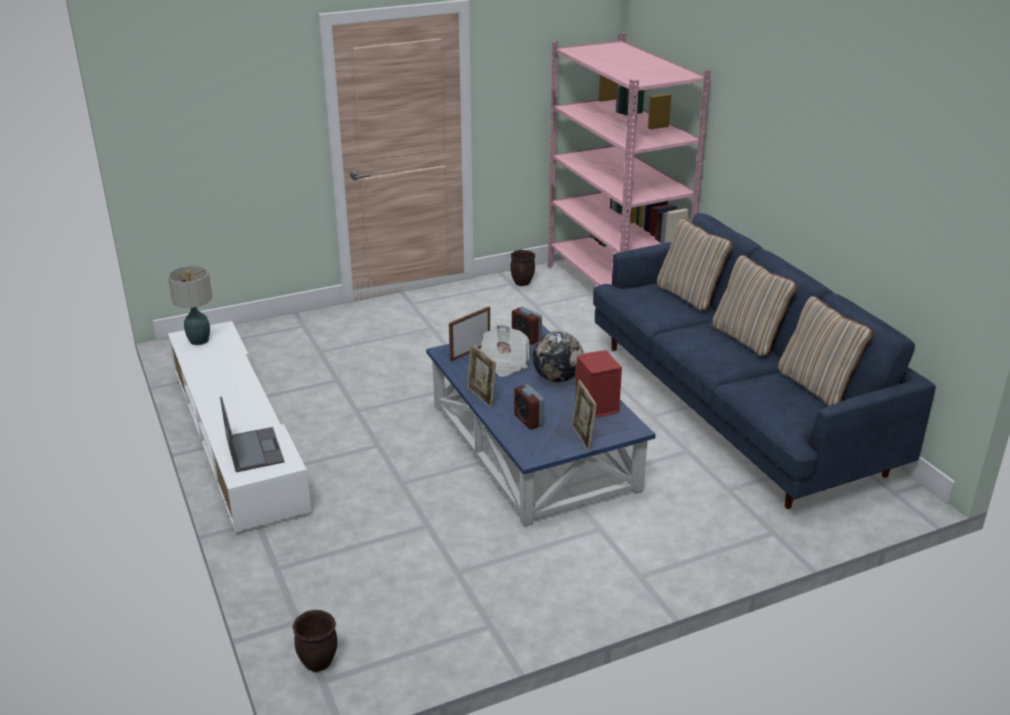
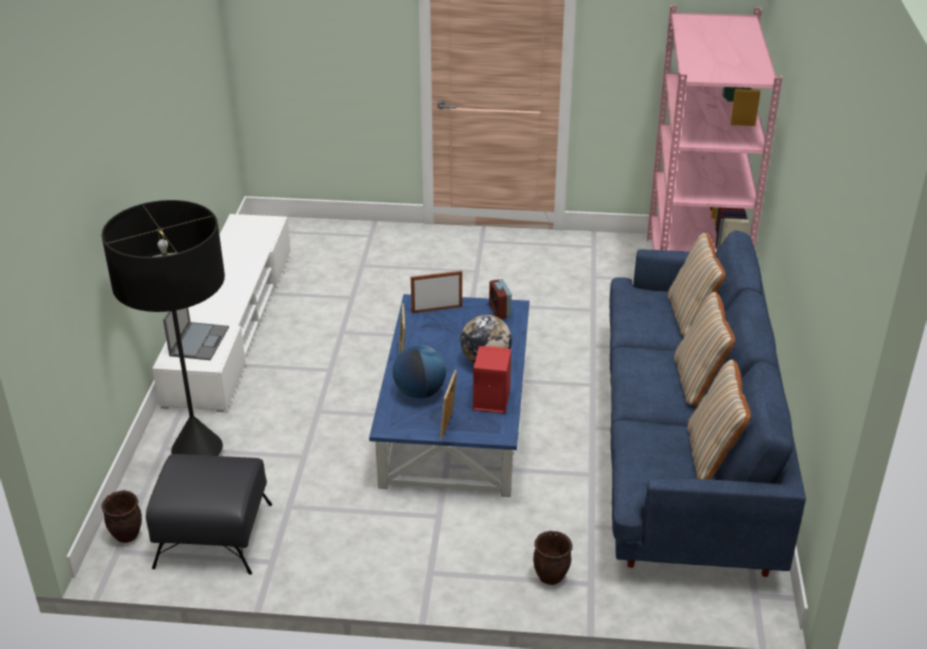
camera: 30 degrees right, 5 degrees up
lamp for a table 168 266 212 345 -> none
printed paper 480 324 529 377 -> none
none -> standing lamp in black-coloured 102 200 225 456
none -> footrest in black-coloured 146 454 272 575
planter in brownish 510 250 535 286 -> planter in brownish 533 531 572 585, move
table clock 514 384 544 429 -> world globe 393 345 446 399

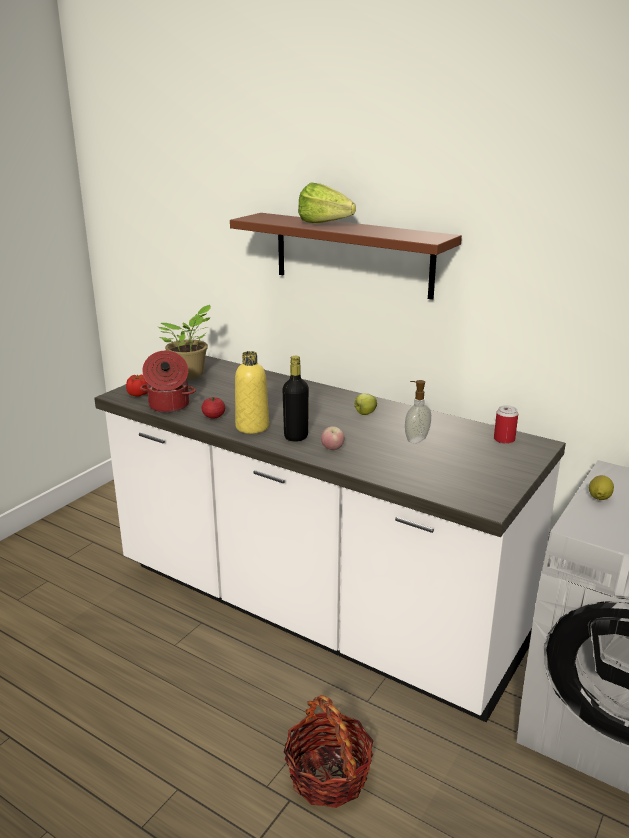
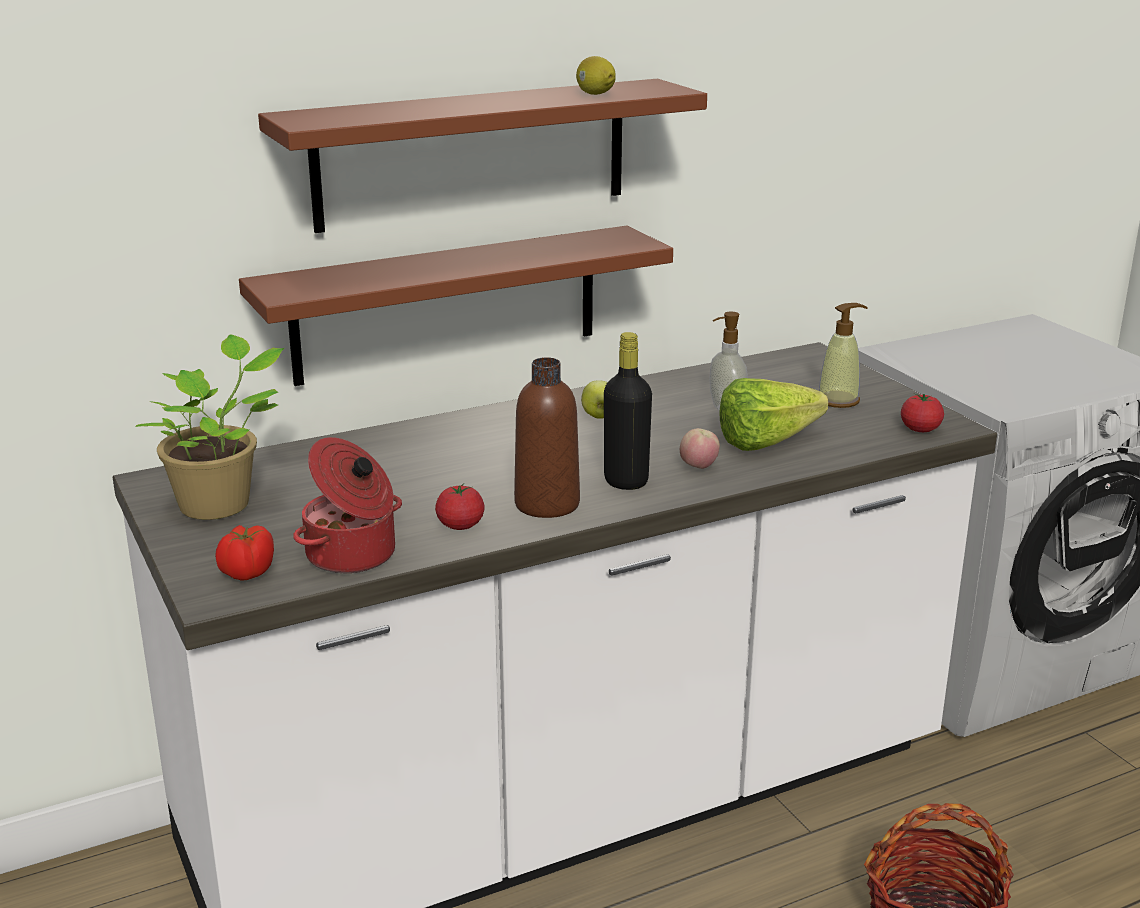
camera: 60 degrees left, 0 degrees up
can 494 405 518 444 -> none
none -> wall shelf in brownish 239 226 673 386
none -> soap bottle 819 303 868 408
none -> fresh tomato 901 394 944 432
lettuce 298 182 356 223 -> lettuce 719 378 828 451, move
whole lemon 589 475 614 500 -> whole lemon 576 56 616 95, move
beverage bottle in yellow-coloured 235 351 269 434 -> beverage bottle in brownish 514 357 580 518

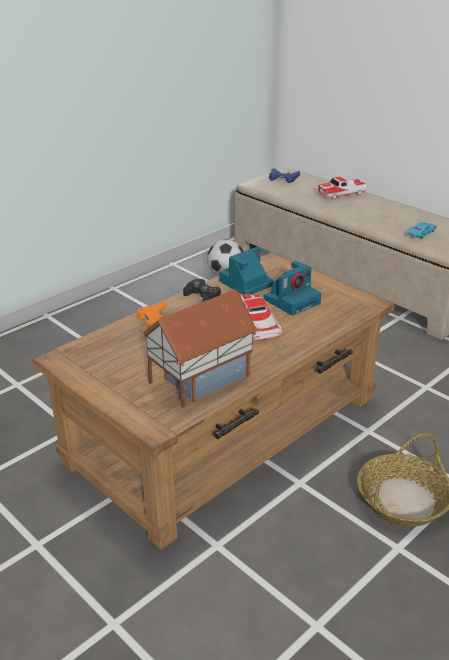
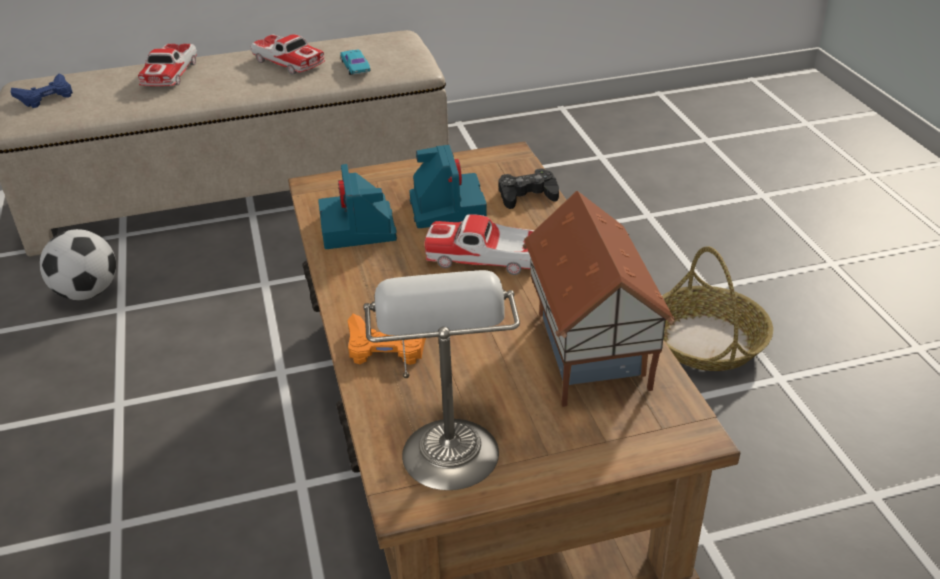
camera: 60 degrees left, 5 degrees up
none -> toy car 251 34 326 75
none -> lamp for a table in white-coloured 363 270 520 490
game controller in black-coloured 183 279 221 302 -> game controller in black-coloured 499 168 559 209, move

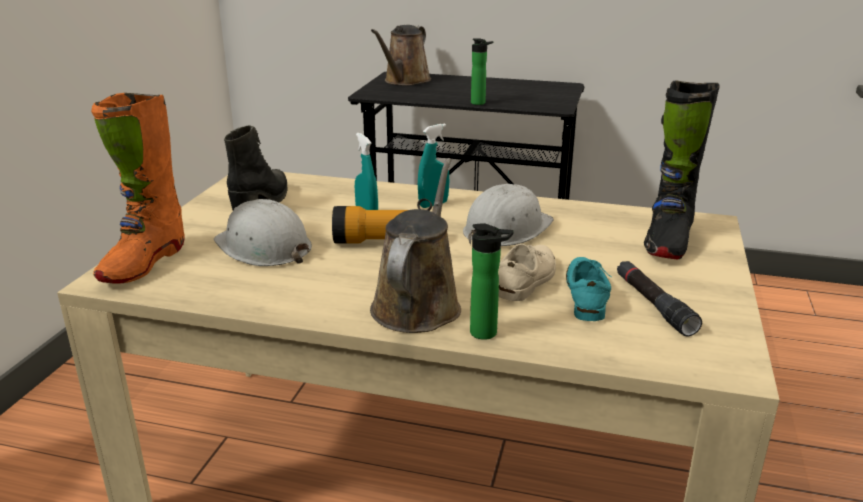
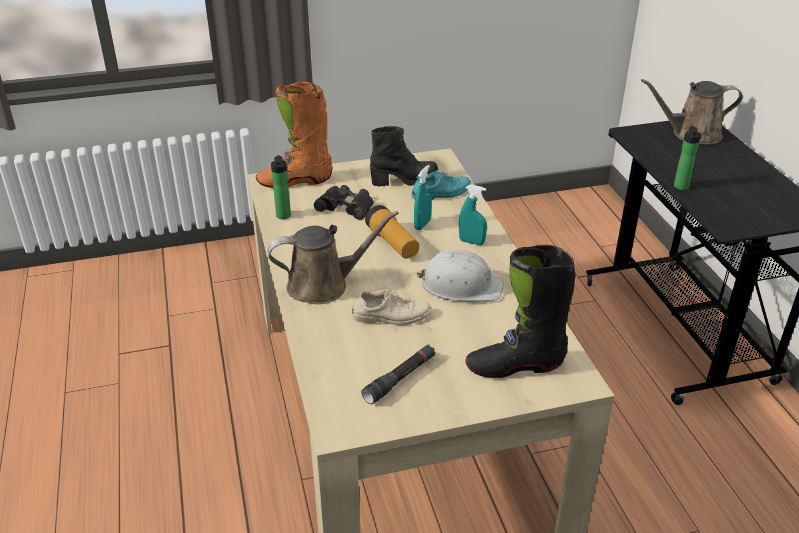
camera: 60 degrees right, 10 degrees up
beverage bottle 470 223 514 340 -> beverage bottle 271 155 291 219, move
low shoe in turquoise 566 257 611 321 -> low shoe in turquoise 411 170 471 200, move
work helmet in white-coloured 214 199 312 266 -> pair of binoculars in black-coloured 314 185 374 220

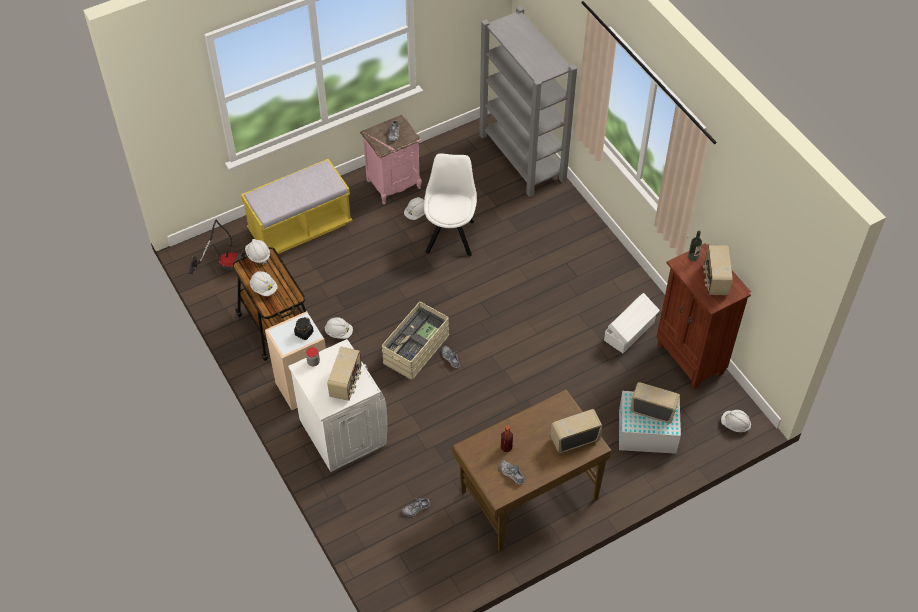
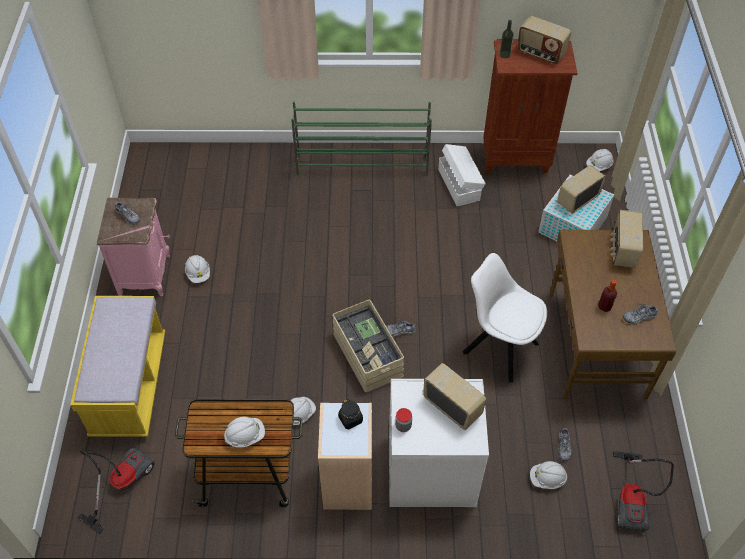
camera: 60 degrees left, 0 degrees up
shelving unit in gray 479 6 577 197 -> none
none -> shoe stand in green-coloured 291 101 432 176
none -> vacuum 613 451 674 532
work helmet in white-coloured 245 239 270 265 -> work helmet in white-coloured 530 461 567 489, move
plain chair in white-coloured 424 153 477 257 -> plain chair in white-coloured 463 253 547 383, move

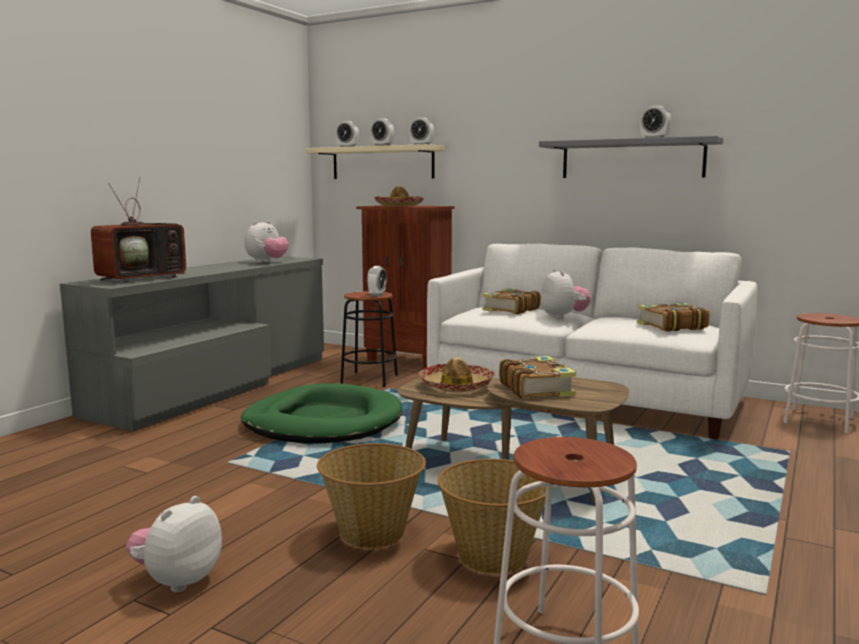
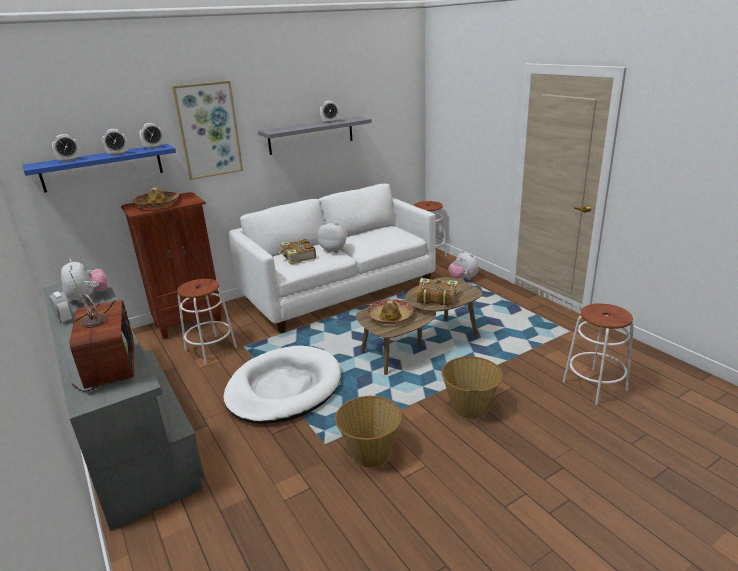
camera: 60 degrees left, 15 degrees up
volume 637 303 710 332 -> none
none -> wall art 172 80 243 180
soft toy 126 496 222 592 -> soft toy 449 250 479 280, move
table clock 367 266 387 296 -> table clock 49 291 72 323, move
household basket 438 459 554 574 -> household basket 335 396 402 468, move
dog cushion in green-coloured 241 383 402 444 -> dog cushion in white-coloured 223 346 341 424
wall shelf in beige 305 144 445 179 -> wall shelf in blue 22 144 176 193
stool seat in black-coloured 340 291 398 387 -> stool seat in white-coloured 177 279 237 364

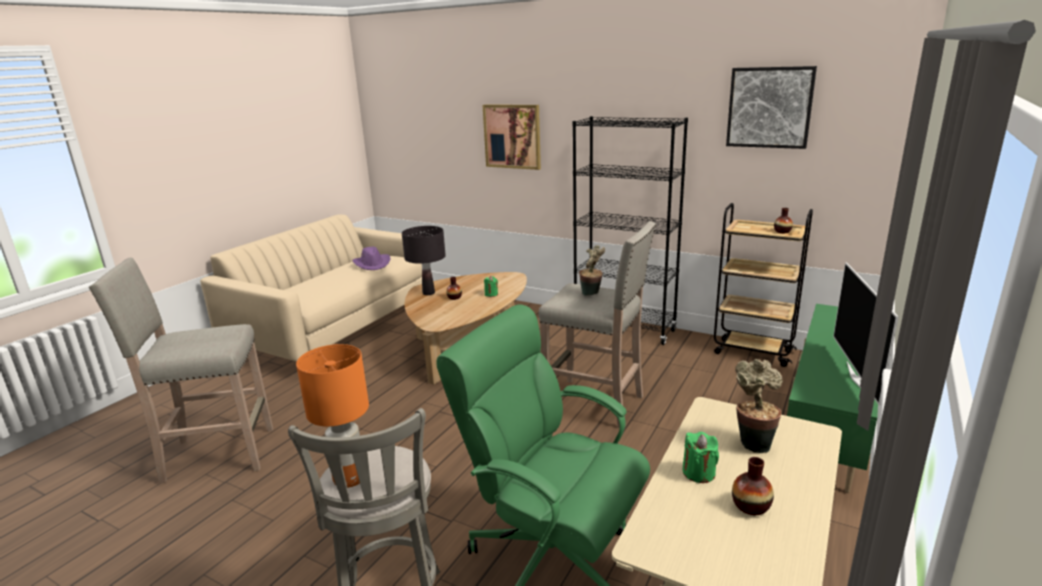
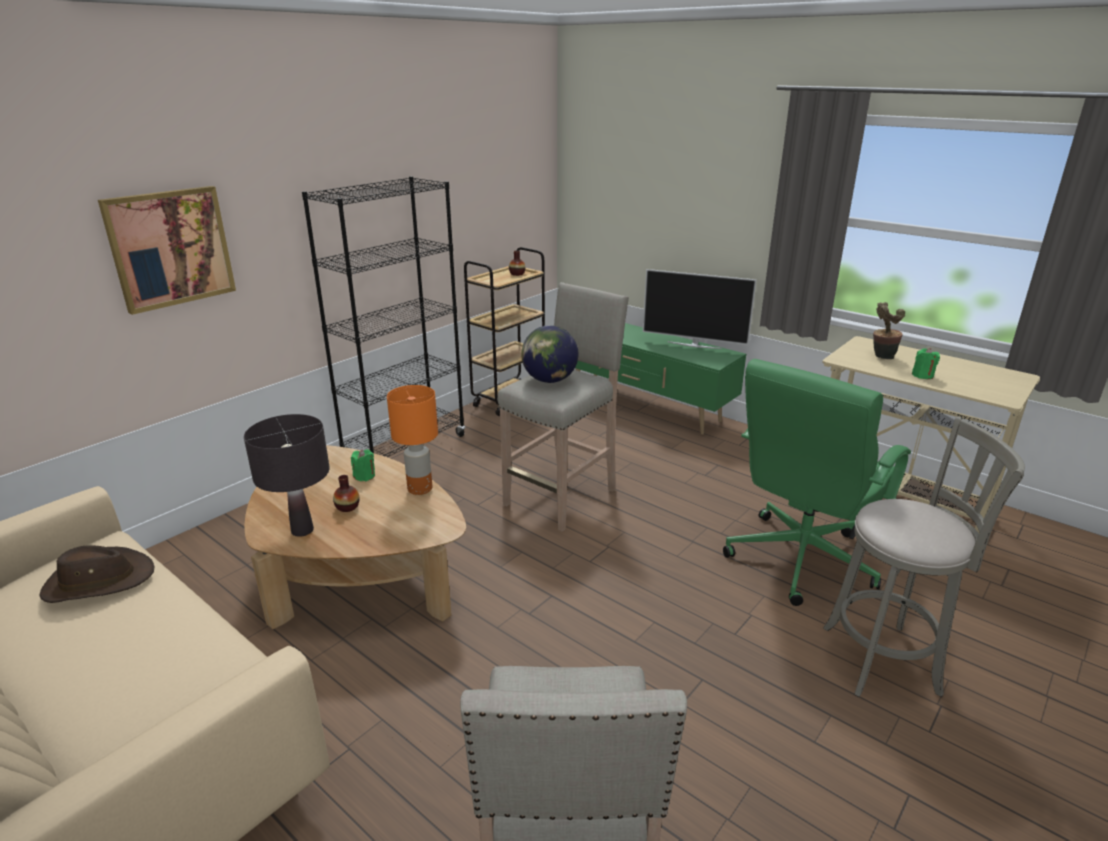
camera: 80 degrees left, 5 degrees up
wall art 726 66 817 149 -> none
vase 732 457 774 515 -> none
lamp for a table in orange-coloured 296 344 369 488 -> lamp for a table in orange-coloured 387 385 438 495, move
potted plant 579 245 605 296 -> world globe 521 325 578 383
clothing hat in purple-coloured 353 247 390 270 -> clothing hat in brownish 39 545 154 603

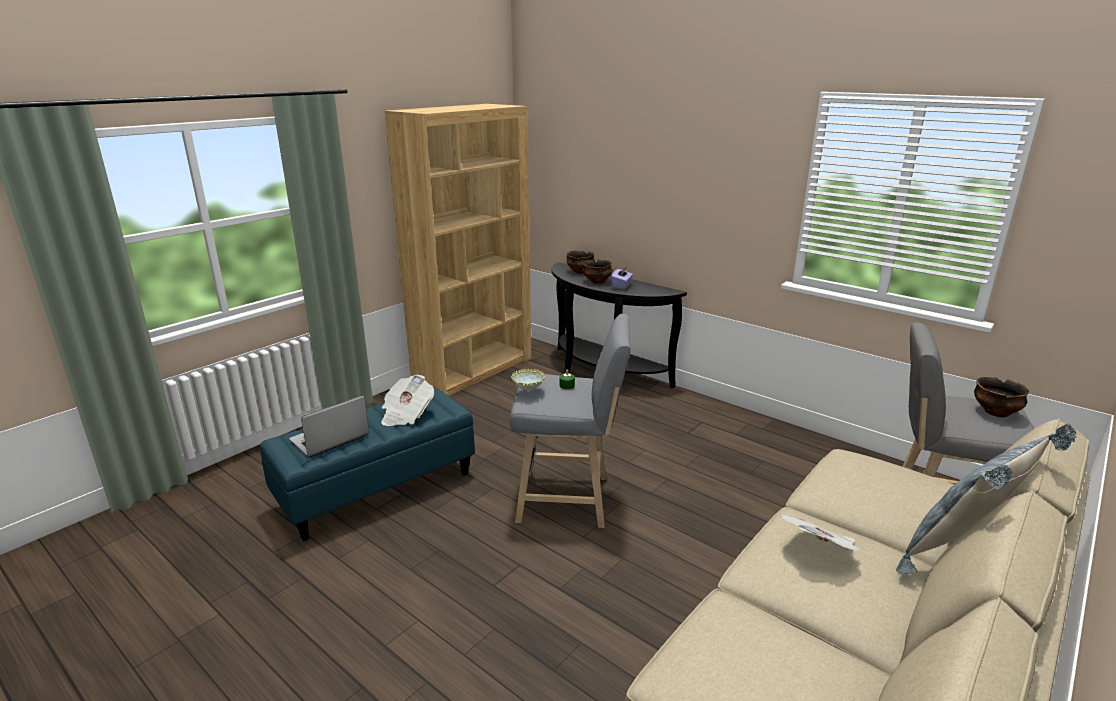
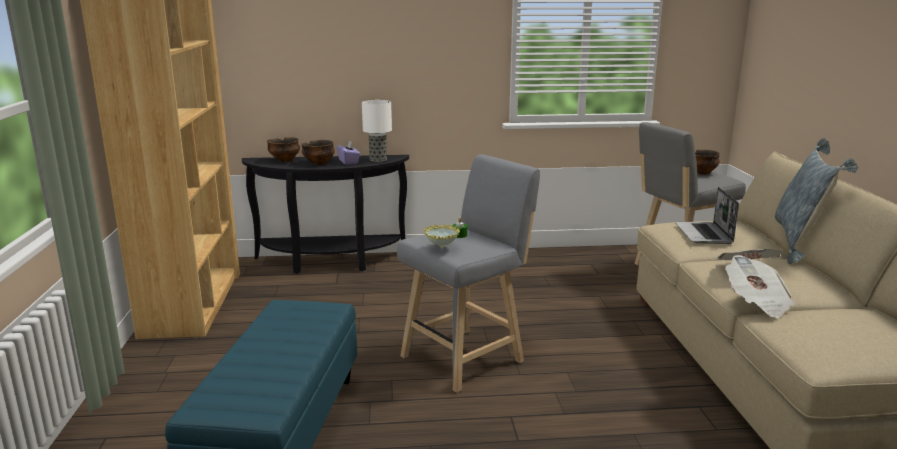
camera: 45 degrees left, 5 degrees down
none -> lamp for a table 362 100 392 162
laptop 289 396 369 457 -> laptop 675 187 739 244, move
printed paper 381 375 434 426 -> printed paper 725 255 795 318, move

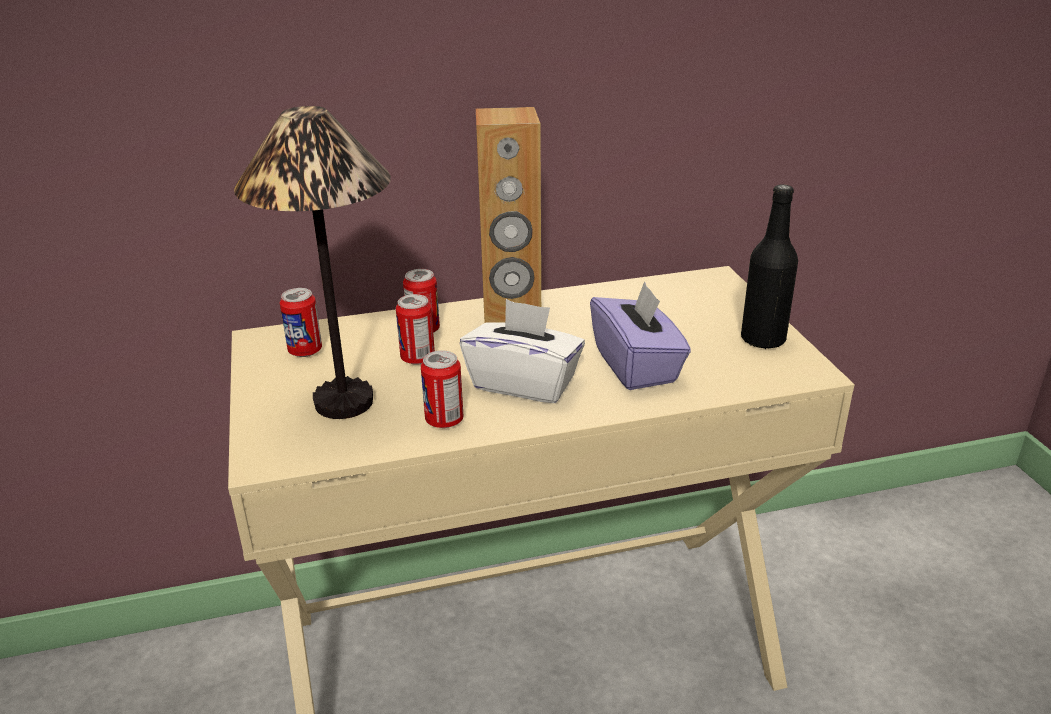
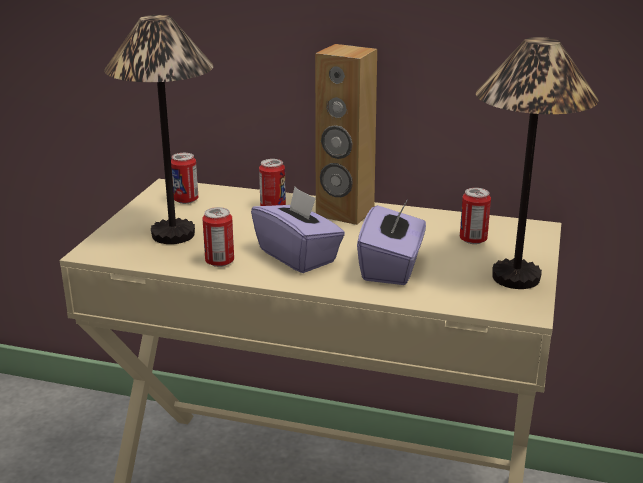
camera: 30 degrees right, 5 degrees down
can 396 294 435 365 -> can 460 188 491 244, move
beverage bottle in black-coloured 741 185 798 349 -> lamp for a table 476 37 599 289
tissue box in white-coloured 460 299 585 403 -> tissue box in purple-coloured 251 187 345 273

